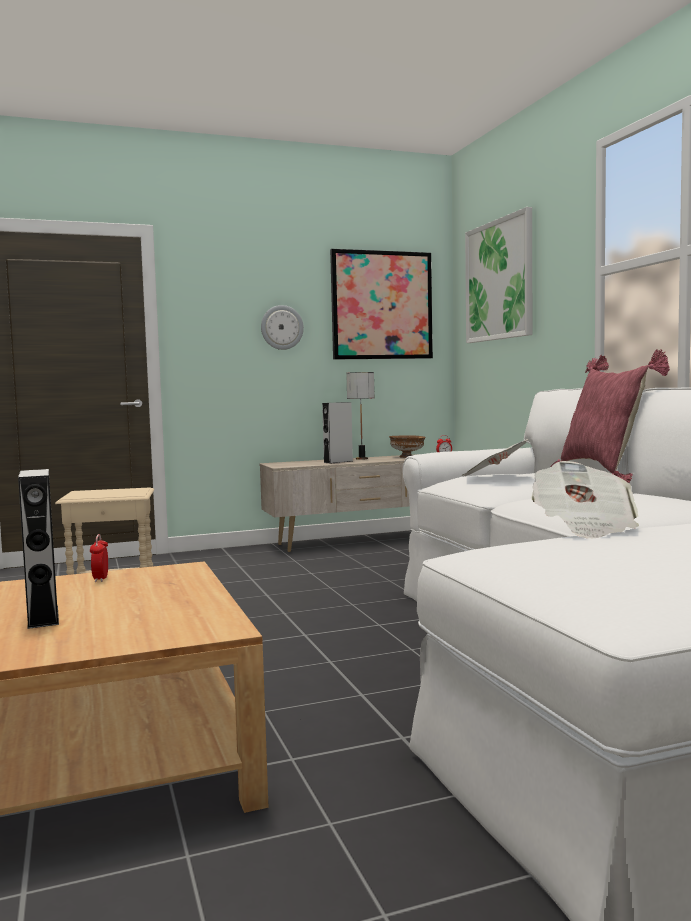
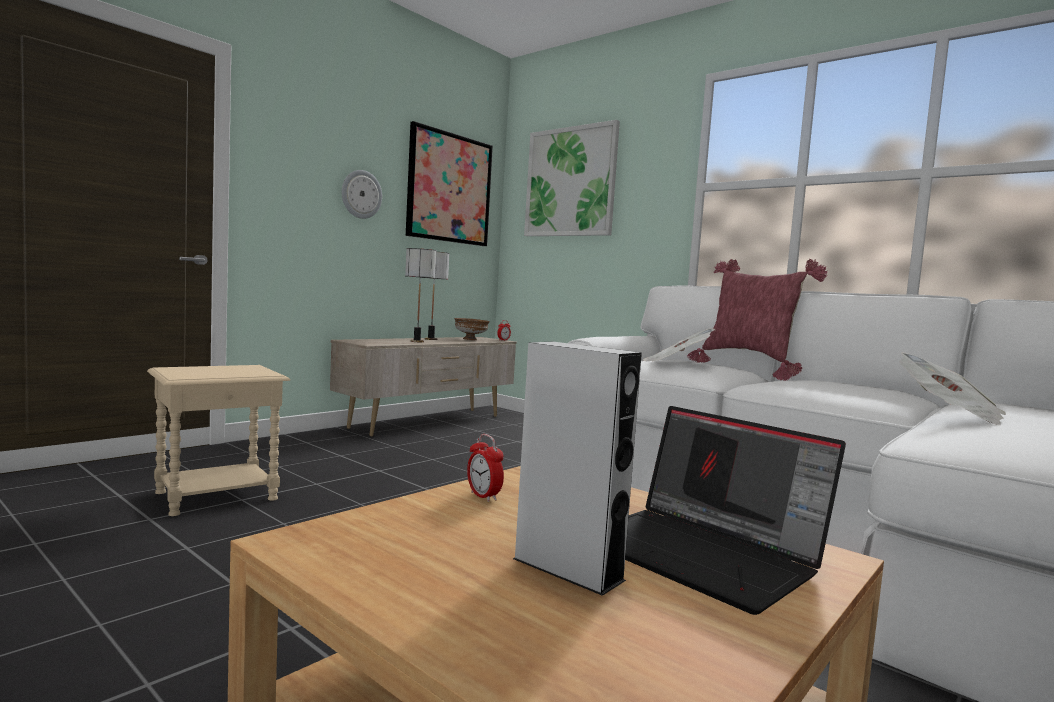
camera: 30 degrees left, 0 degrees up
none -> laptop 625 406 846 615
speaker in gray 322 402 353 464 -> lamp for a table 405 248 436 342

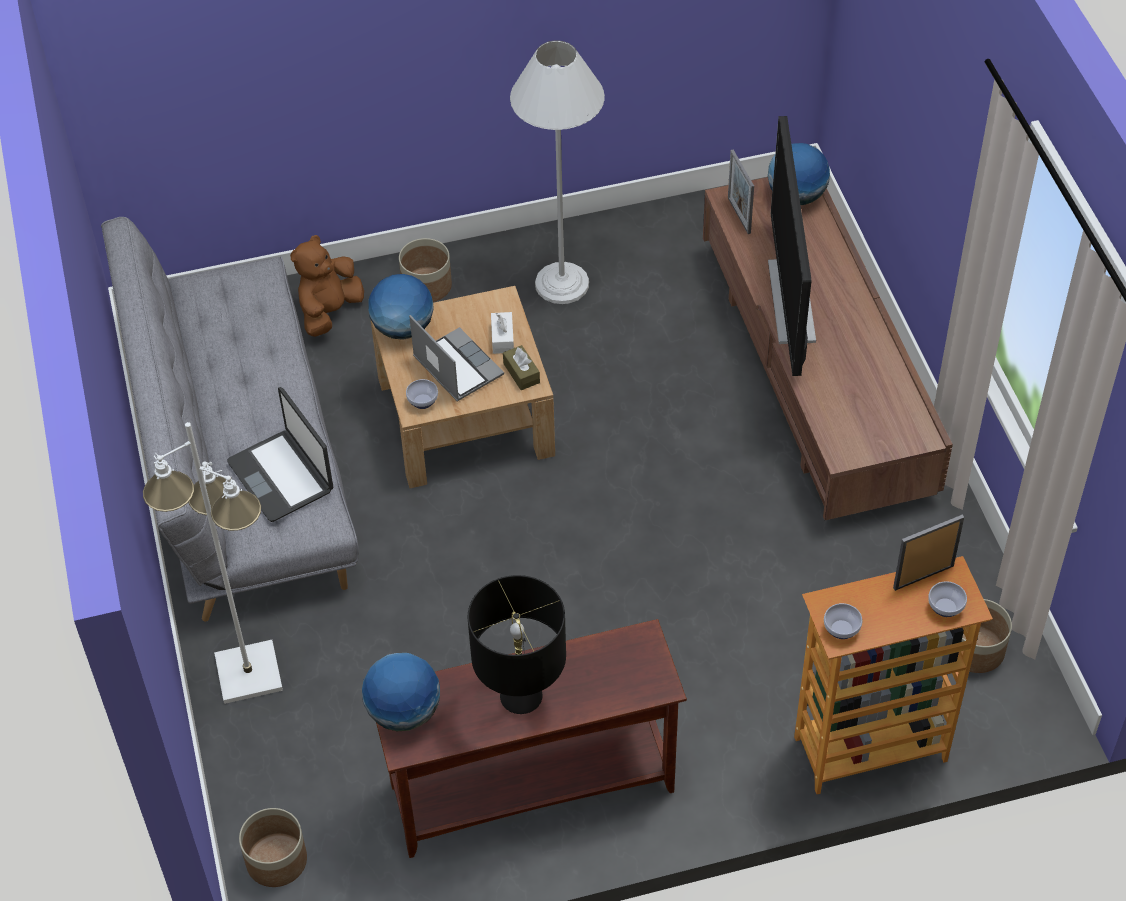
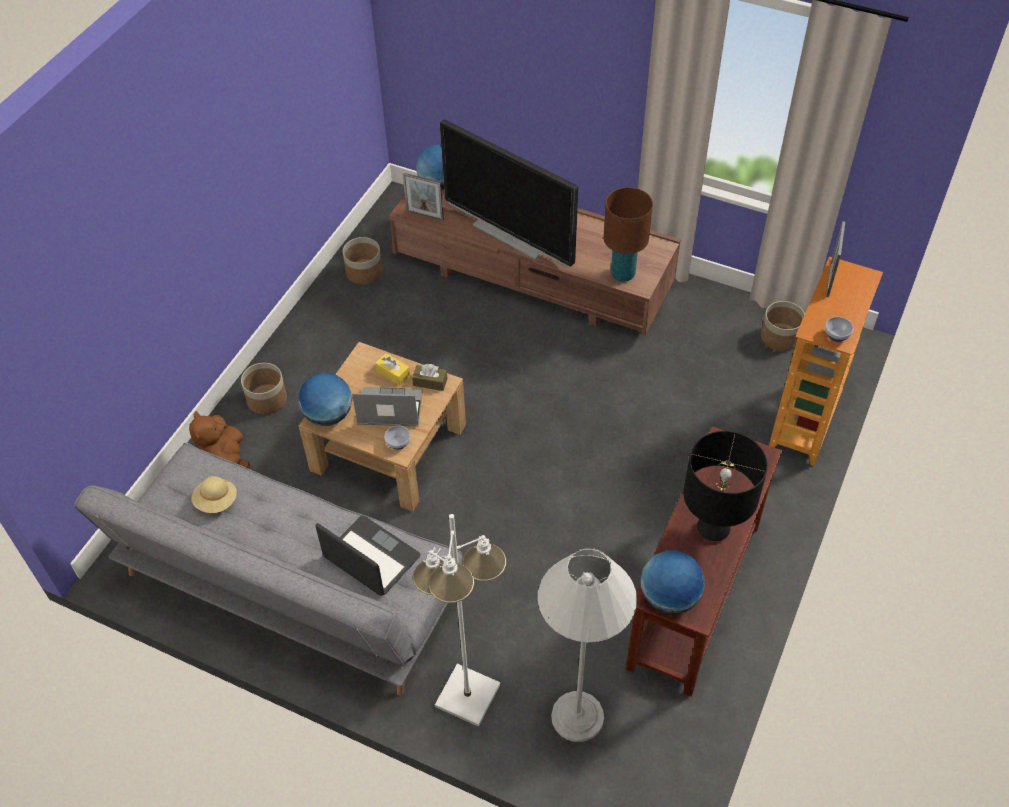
camera: 50 degrees left, 0 degrees up
serving bowl 928 581 967 617 -> none
none -> clothing hat in beige 191 476 237 513
none -> lamp for a table in brownish 604 187 653 282
planter 239 808 307 887 -> planter 343 237 383 285, move
standing lamp in white-coloured 510 40 605 304 -> standing lamp in white-coloured 538 548 637 742, move
tissue box in white-coloured 491 312 514 354 -> tissue box in yellow-coloured 375 353 410 386
laptop 227 387 333 522 -> laptop 315 515 421 596, 150 degrees counterclockwise

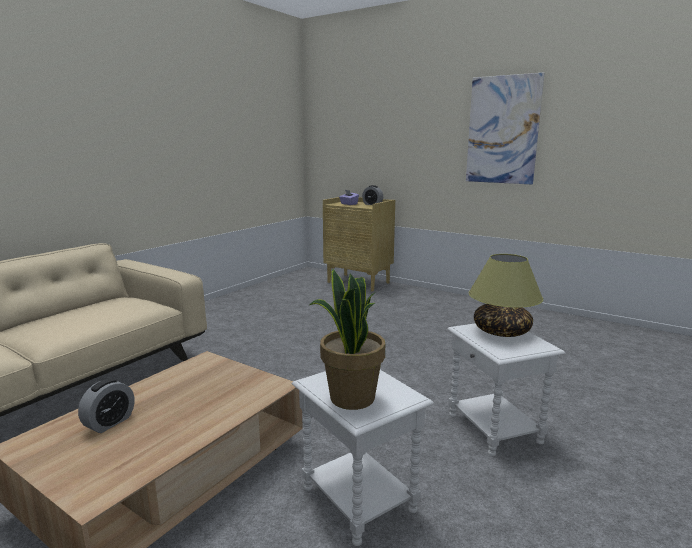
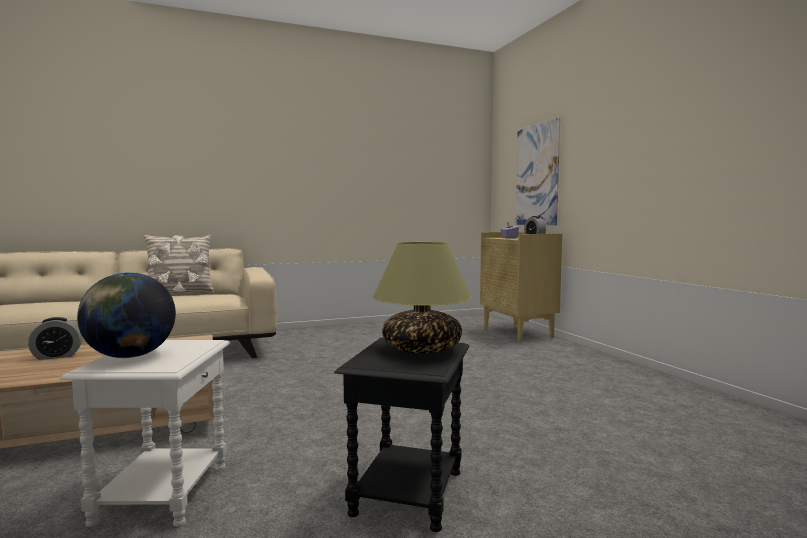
camera: 35 degrees right, 10 degrees down
none -> throw pillow in beige 144 235 214 294
wall art 466 73 544 184 -> wall art 516 117 560 225, move
potted plant 310 269 385 410 -> world globe 77 273 176 358
side table in white-coloured 447 323 566 456 -> side table in black-coloured 334 337 469 532

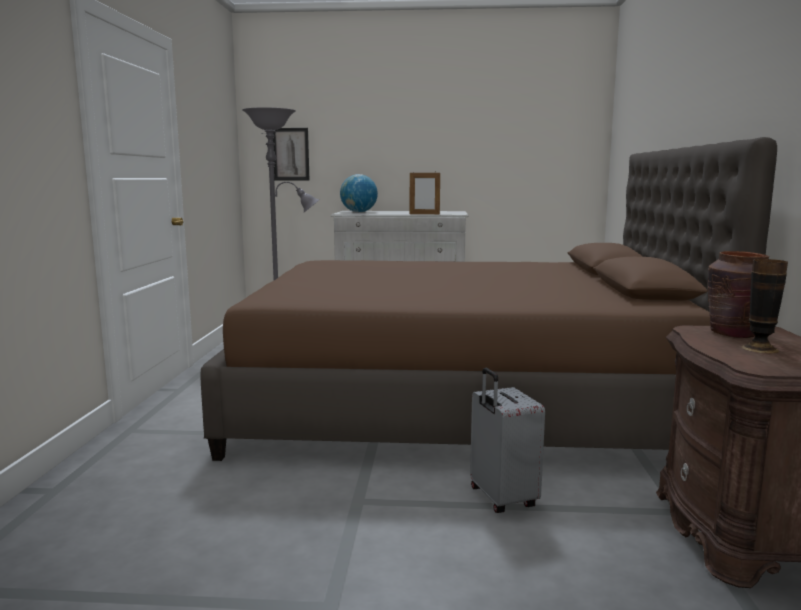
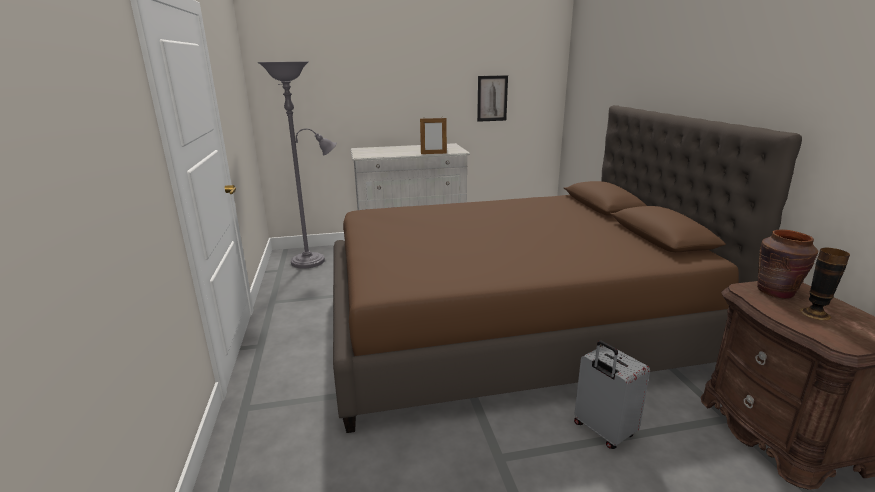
camera: 15 degrees left, 10 degrees up
world globe 340 174 378 212 -> none
wall art 273 128 310 181 -> wall art 477 75 508 122, move

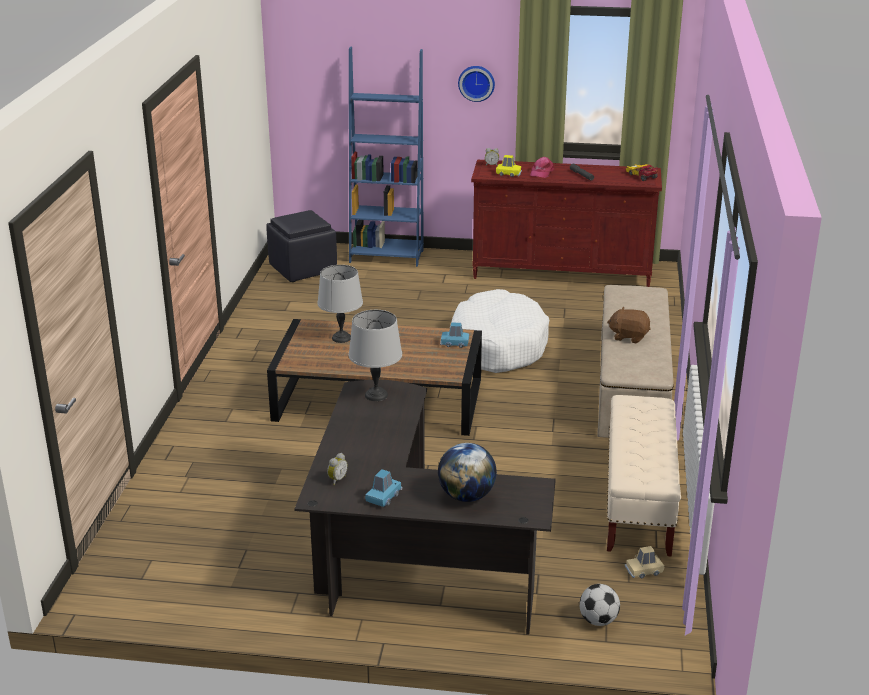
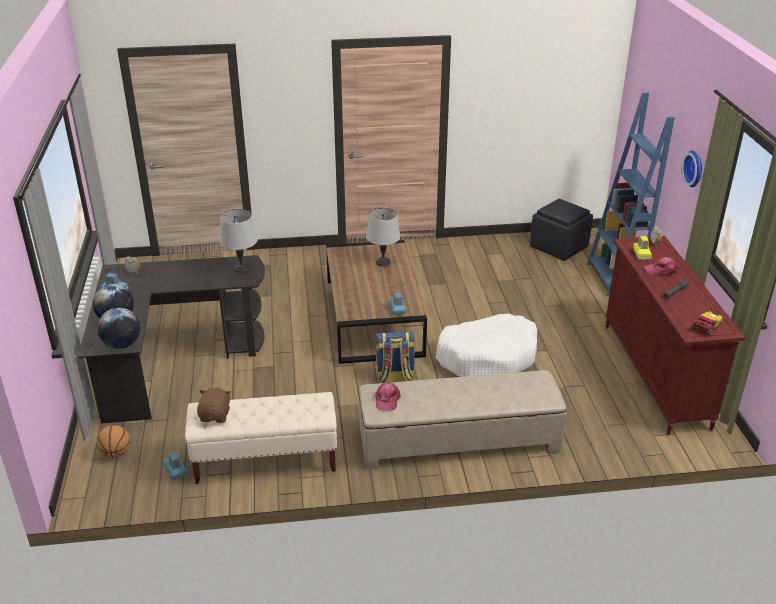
camera: 75 degrees right, 5 degrees up
none -> world globe 97 307 140 349
none -> cap in pink 375 382 401 411
none -> rucksack 376 331 416 383
soft toy in brownish 607 307 650 343 -> soft toy in brownish 197 388 231 423, move
football ball 579 584 620 626 -> basketball 96 425 130 458
toy car in beige 625 546 664 578 -> toy car in blue 164 453 187 480

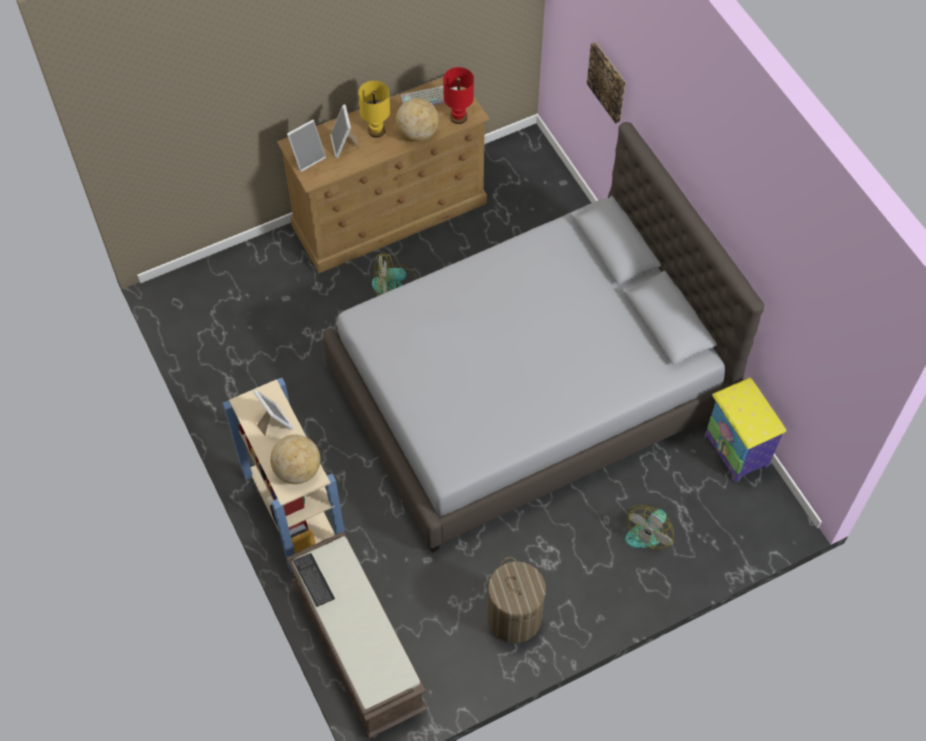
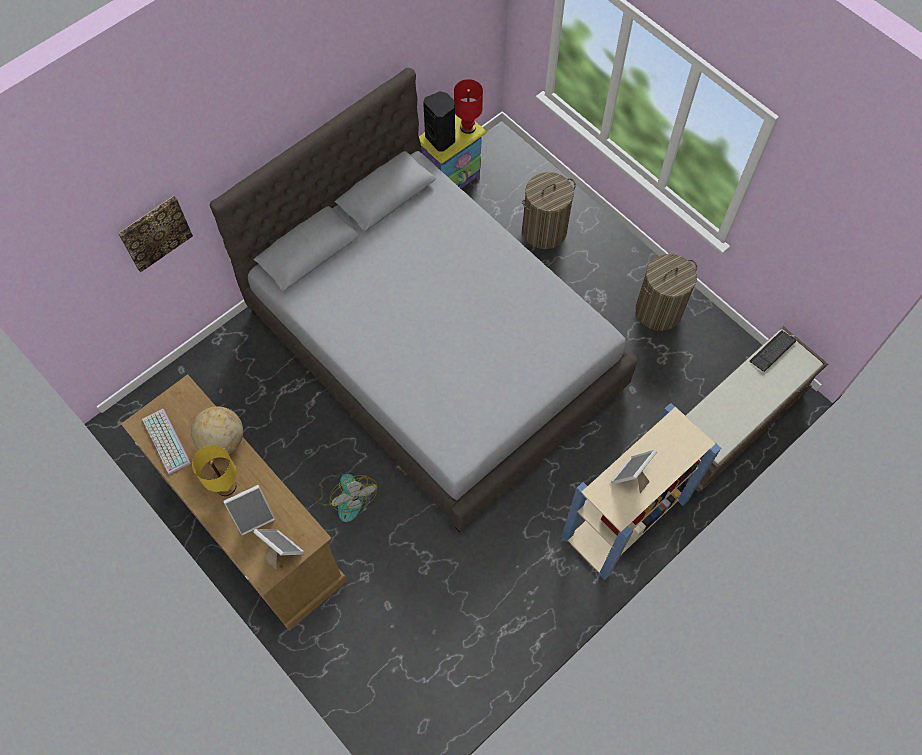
camera: 105 degrees left, 5 degrees up
world globe 270 435 320 484 -> none
none -> speaker in black-coloured 423 91 455 152
computer keyboard 293 553 335 607 -> computer keyboard 749 330 797 372, move
lamp for a table in red 443 67 474 124 -> lamp for a table in red 454 79 483 134, move
electric fan 625 505 674 549 -> washing basket 522 172 576 249

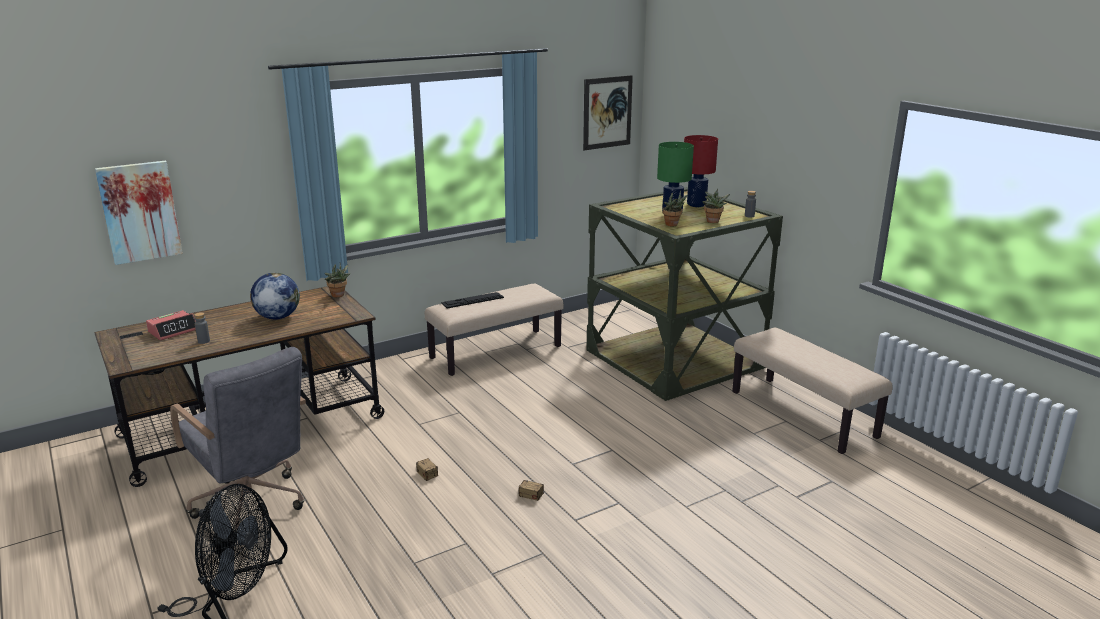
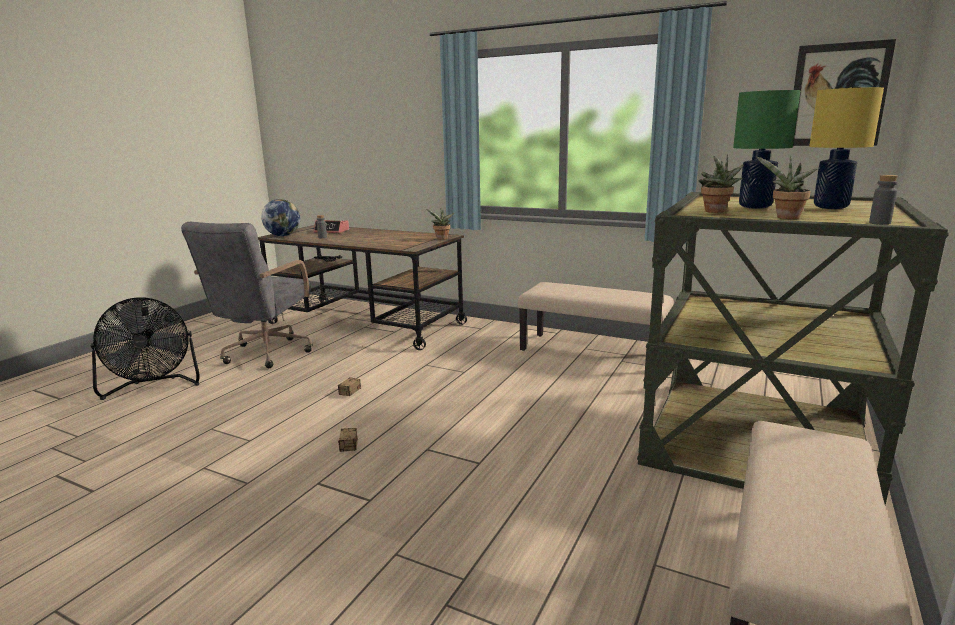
camera: 60 degrees right, 5 degrees down
wall art 95 161 183 265 -> none
computer keyboard 441 292 504 308 -> none
world globe 250 272 300 320 -> world globe 261 199 300 236, move
lamp for a table in red 684 135 718 207 -> lamp for a table in yellow-coloured 809 87 884 209

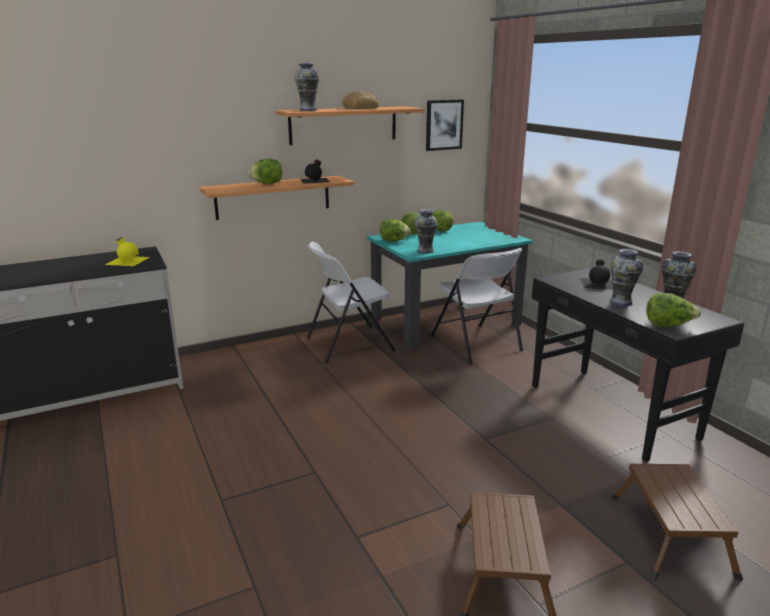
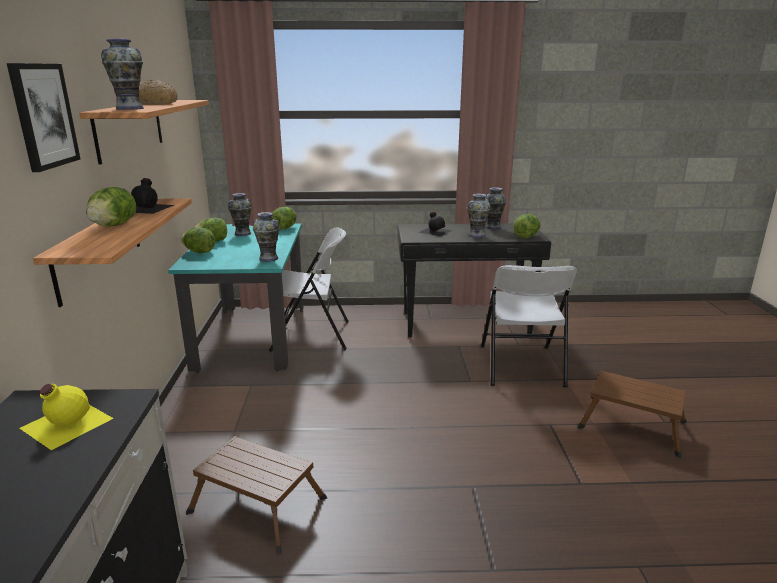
camera: 65 degrees left, 0 degrees up
none -> vase 228 193 252 236
plain chair in white-coloured 307 242 396 364 -> plain chair in white-coloured 481 265 577 387, move
lettuce 380 219 410 242 -> lettuce 272 207 296 230, move
wall art 426 100 464 151 -> wall art 7 63 80 172, move
step stool in brownish 611 464 743 581 -> step stool in brownish 186 436 327 554, move

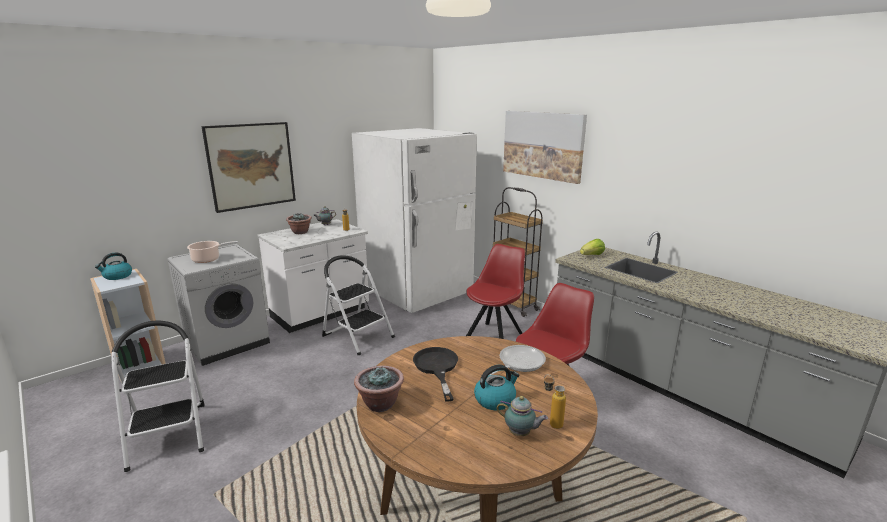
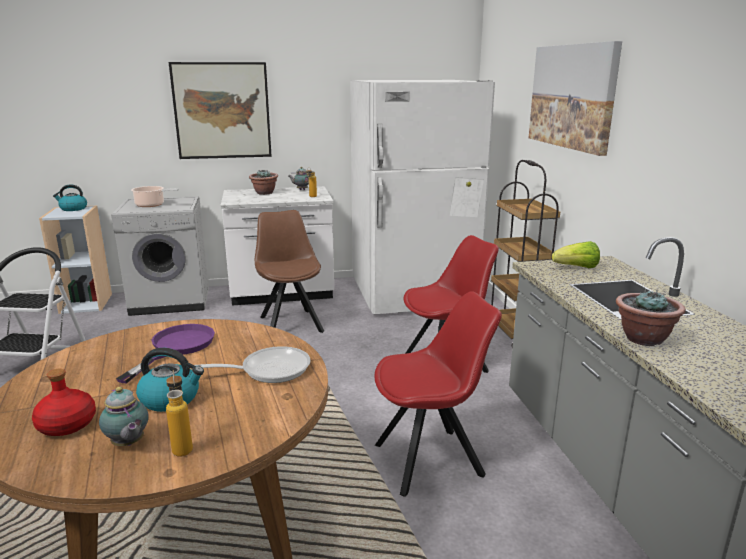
camera: 30 degrees right, 0 degrees up
none -> beverage bottle in red 32 368 96 436
potted plant 354 366 404 412 -> potted plant 616 289 686 346, move
step stool 322 255 395 355 -> plain chair in brownish 255 210 324 333
skillet in black-coloured 413 347 458 402 -> skillet in purple-coloured 116 324 215 384

